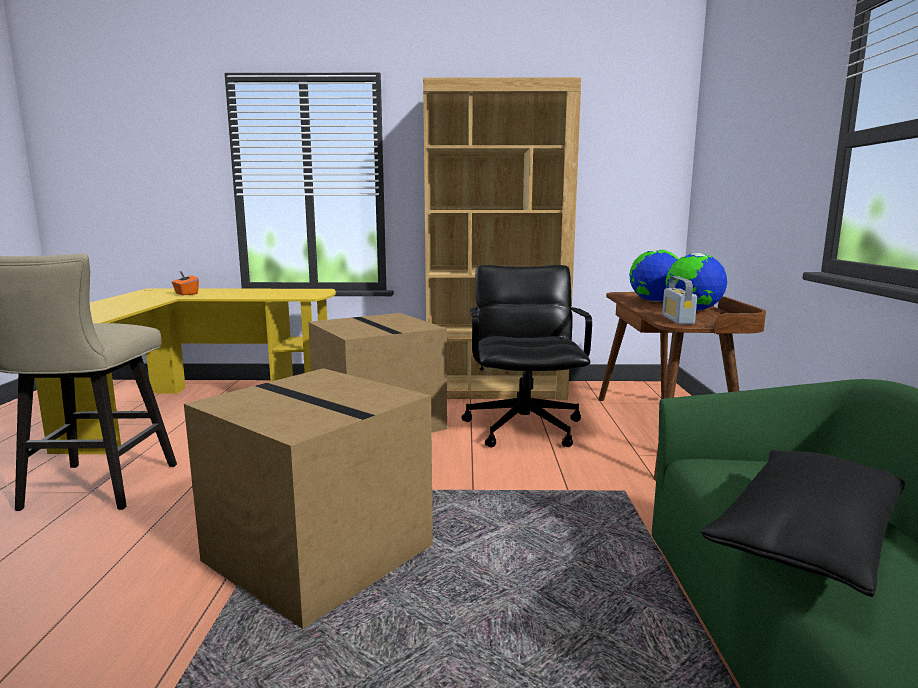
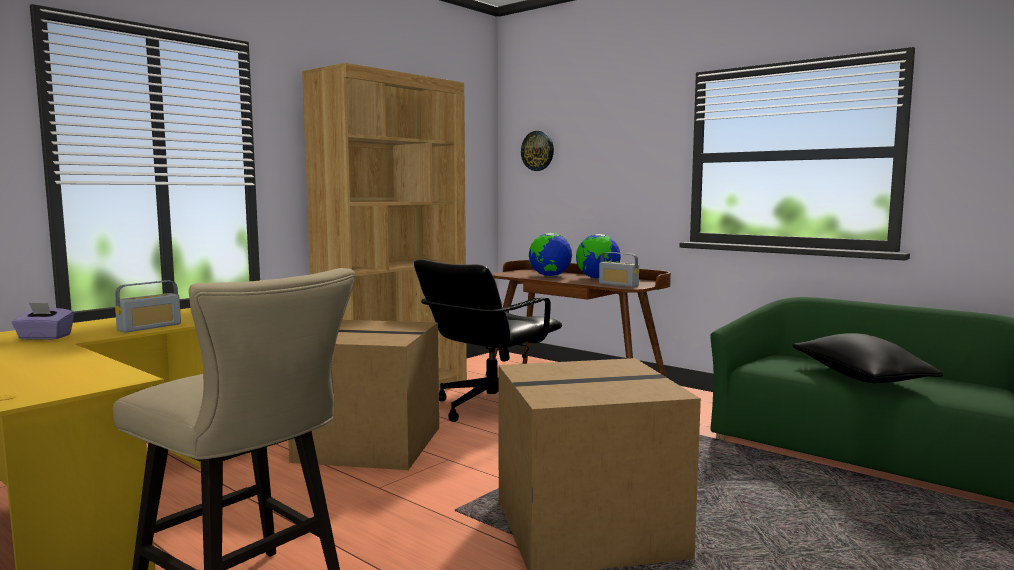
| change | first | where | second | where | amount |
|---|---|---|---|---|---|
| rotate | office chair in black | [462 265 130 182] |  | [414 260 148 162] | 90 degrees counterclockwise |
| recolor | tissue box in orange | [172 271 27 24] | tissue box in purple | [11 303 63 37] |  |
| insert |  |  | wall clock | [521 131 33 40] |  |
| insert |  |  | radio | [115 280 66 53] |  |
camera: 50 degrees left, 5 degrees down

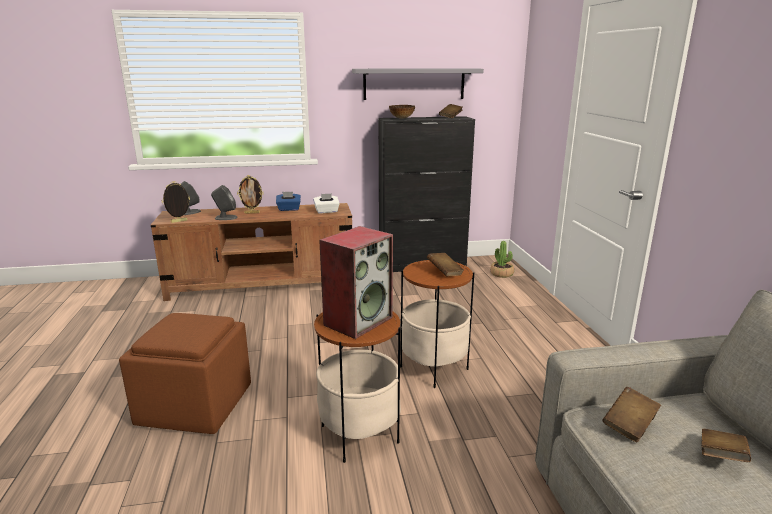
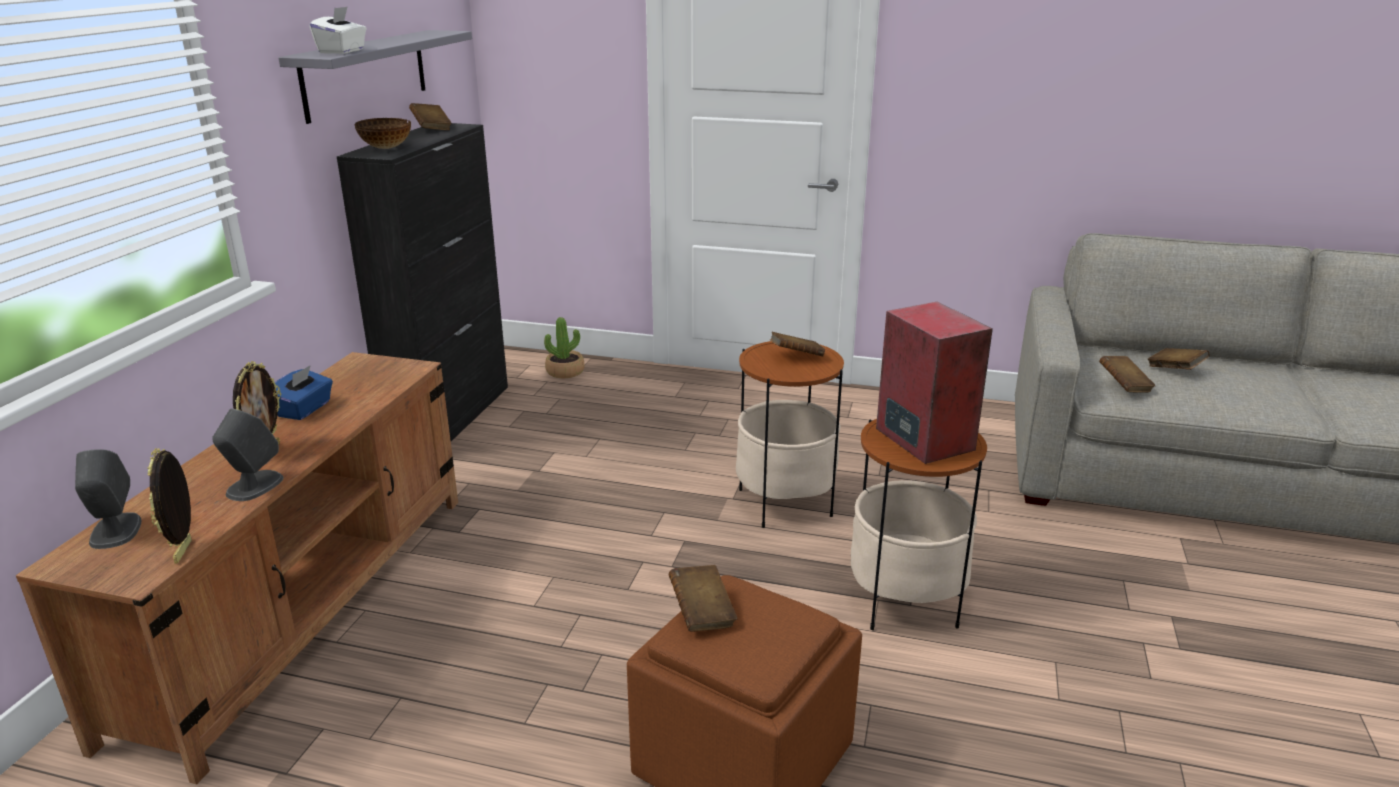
| change | first | where | second | where | amount |
|---|---|---|---|---|---|
| move | tissue box in white | [313 193 27 20] |  | [309 6 58 48] |  |
| insert |  |  | book in brown | [668 565 69 67] |  |
camera: 65 degrees left, 5 degrees up

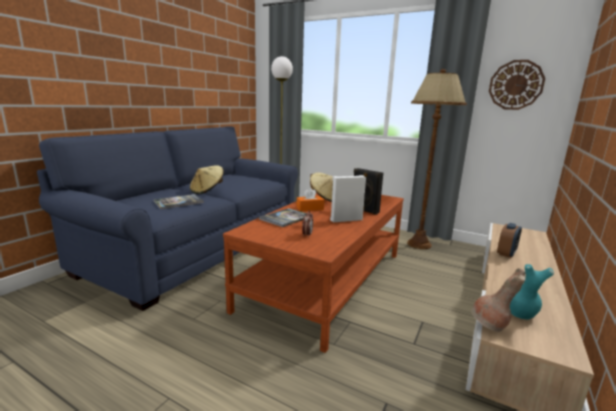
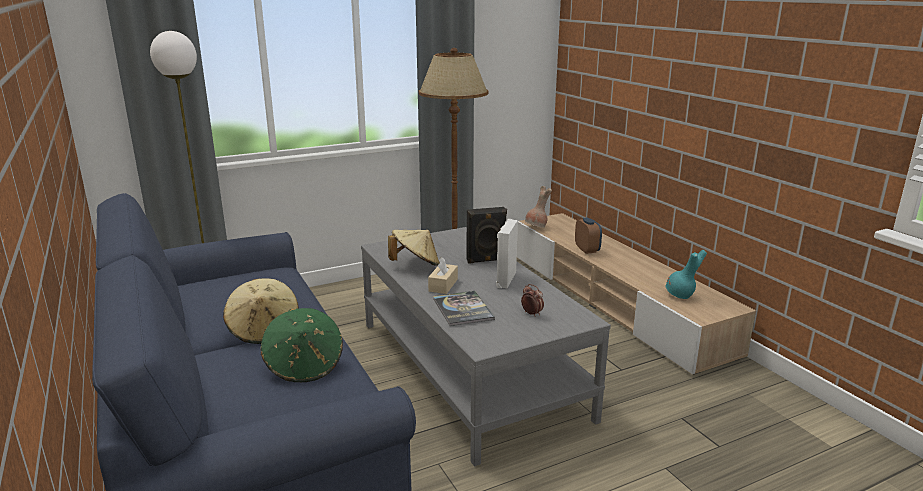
| change | first | where | second | where | amount |
|---|---|---|---|---|---|
| delete | wall clock | [489 60 56 50] |  |  |  |
| recolor | tissue box in orange | [296 188 28 23] | tissue box in beige | [428 257 30 37] |  |
| recolor | coffee table in brown | [223 193 181 160] | coffee table in grey | [361 227 250 240] |  |
| replace | book | [153 194 51 15] | hat in green | [260 308 83 74] |  |
| move | vase in brown | [471 268 55 64] |  | [525 186 27 42] |  |
camera: 55 degrees left, 5 degrees up

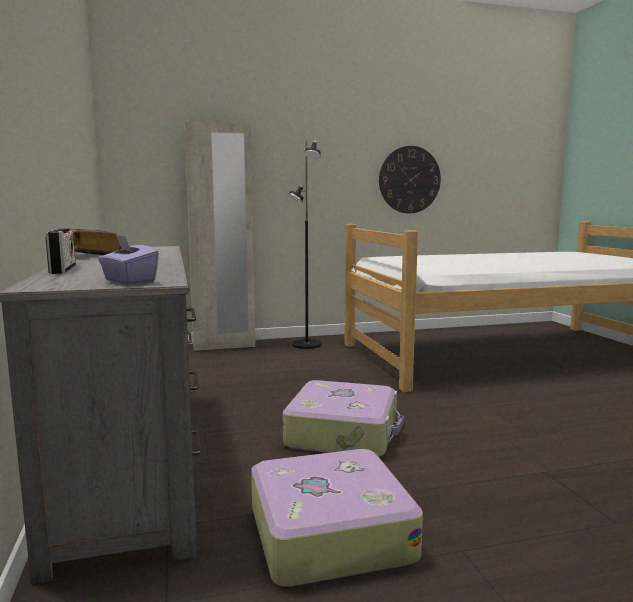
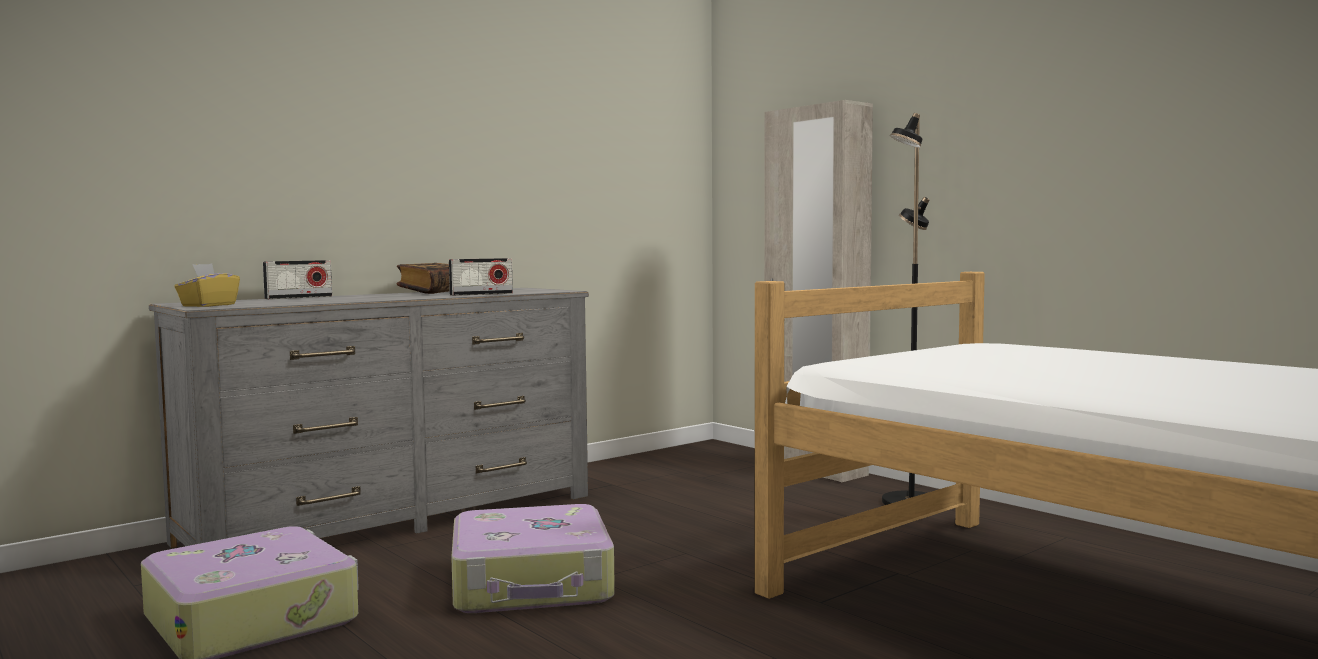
| change | first | where | second | where | amount |
|---|---|---|---|---|---|
| delete | wall clock | [379 146 62 67] |  |  |  |
| recolor | tissue box in purple | [98 234 61 51] | tissue box in yellow | [174 263 66 44] |  |
| insert |  |  | radio | [449 258 64 38] |  |
camera: 65 degrees right, 5 degrees down

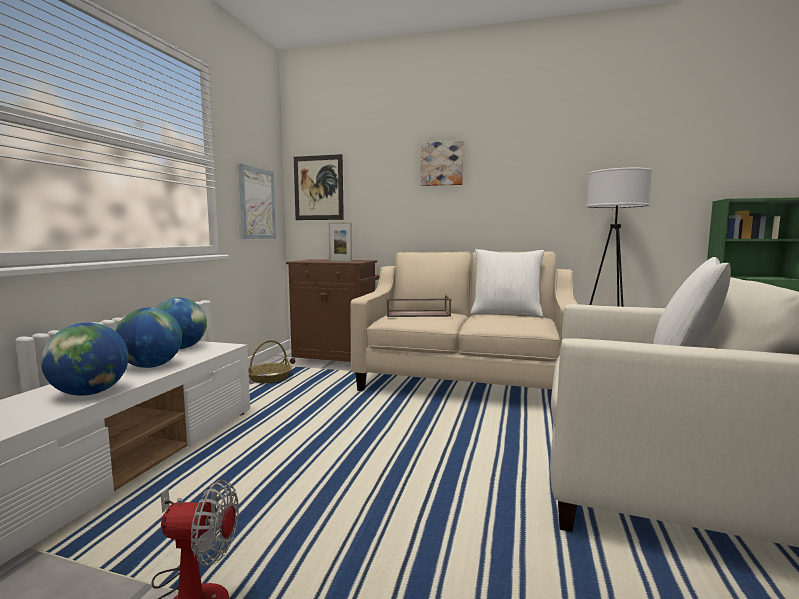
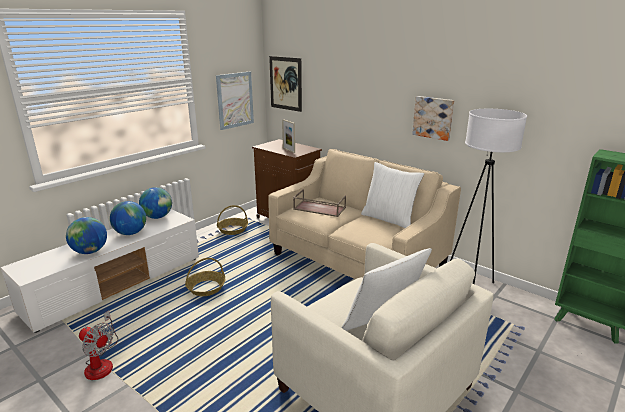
| change | first | where | second | where | amount |
|---|---|---|---|---|---|
| move | picture | [421 140 42 46] |  | [412 96 42 45] |  |
| insert |  |  | basket | [185 258 41 38] |  |
camera: 25 degrees right, 15 degrees up

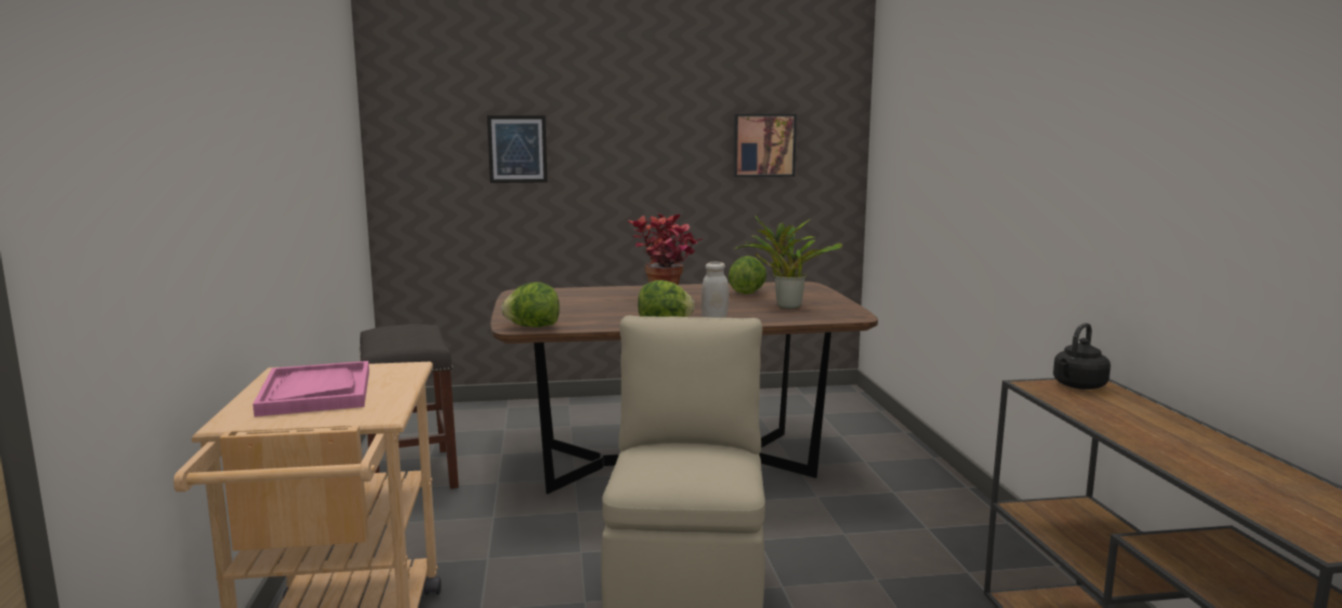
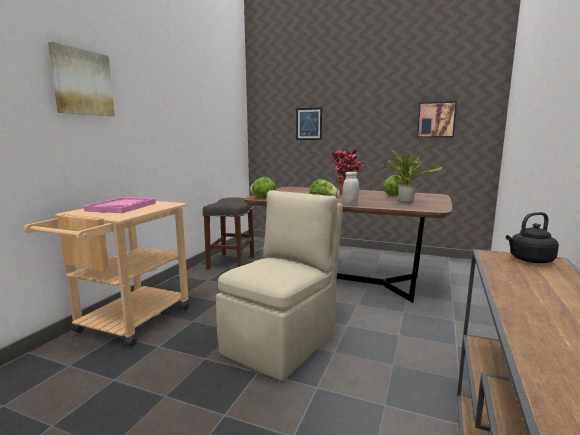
| change | first | where | second | where | amount |
|---|---|---|---|---|---|
| insert |  |  | picture | [48 42 67 74] |  |
camera: 30 degrees right, 0 degrees up

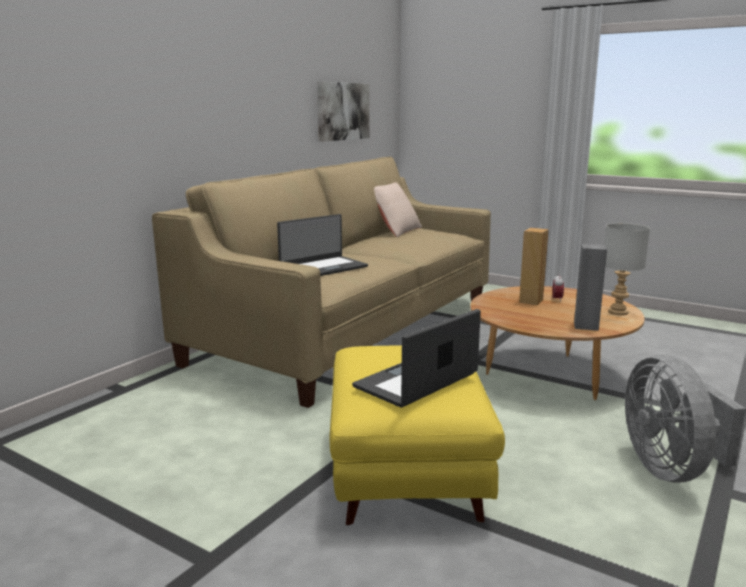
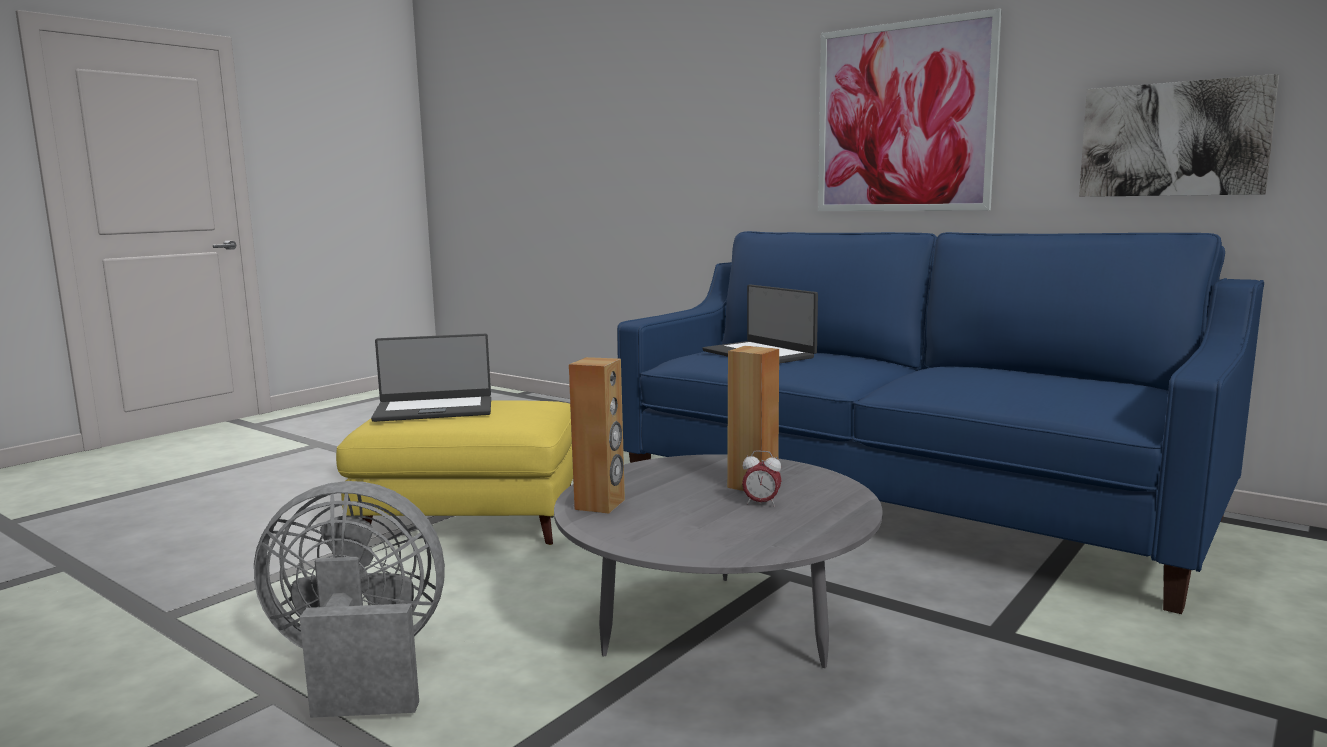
| change | first | where | second | where | amount |
|---|---|---|---|---|---|
| recolor | sofa in beige | [152 157 339 251] | sofa in blue | [617 231 647 383] |  |
| delete | pillow in beige | [374 182 48 55] |  |  |  |
| delete | table lamp in grey | [604 223 46 92] |  |  |  |
| recolor | speaker in grey | [574 244 33 87] | speaker in brown | [569 357 56 157] |  |
| recolor | coffee table in brown | [470 286 175 114] | coffee table in grey | [554 454 328 214] |  |
| rotate | laptop | [352 309 129 99] |  | [371 334 120 88] | 120 degrees clockwise |
| insert |  |  | picture | [818 8 184 203] |  |
camera: 95 degrees right, 5 degrees down

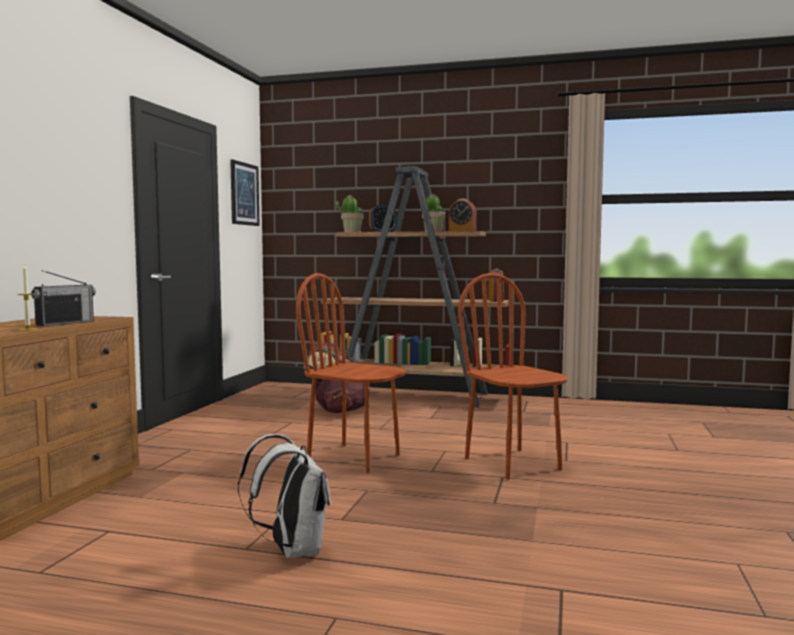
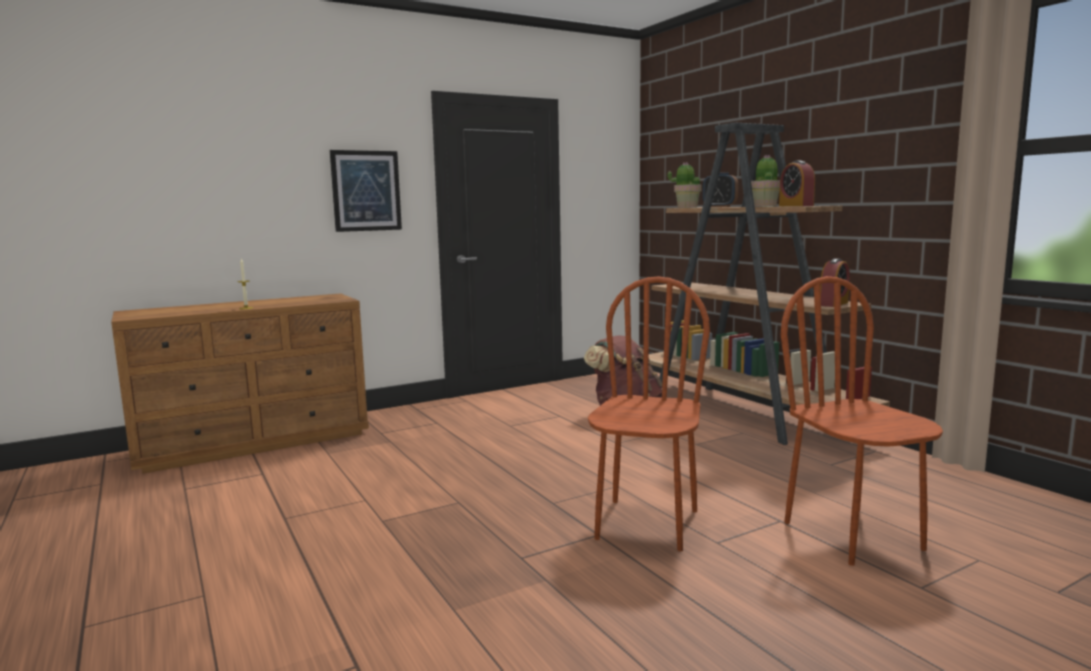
| change | first | where | second | where | amount |
|---|---|---|---|---|---|
| move | picture | [230 160 30 66] |  | [330 150 72 82] |  |
| delete | radio | [31 270 65 56] |  |  |  |
| move | chair in brown | [296 273 110 200] |  | [781 276 162 290] |  |
| delete | backpack in white | [238 434 93 124] |  |  |  |
camera: 45 degrees right, 5 degrees up

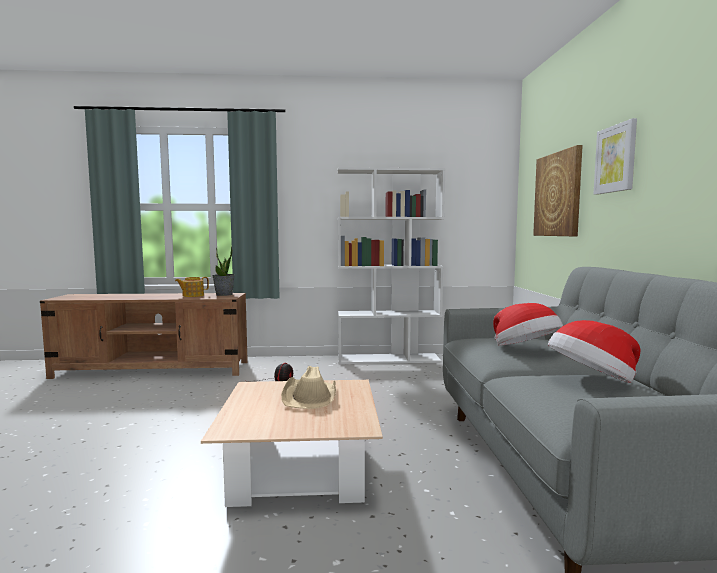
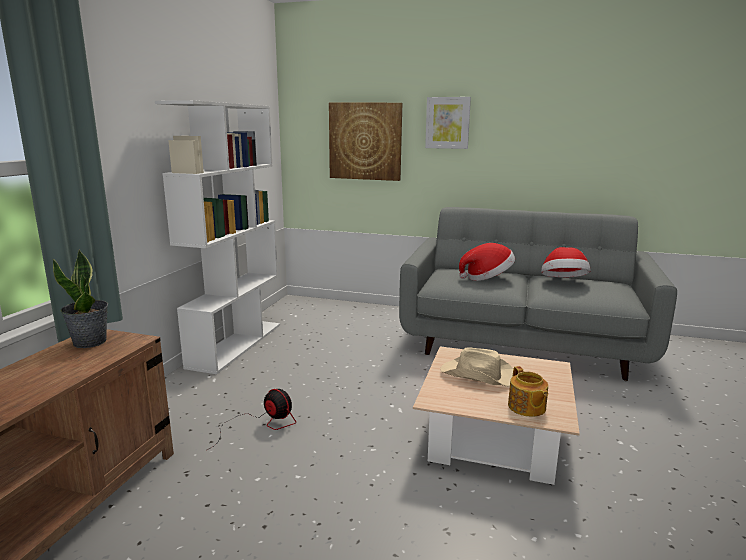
| change | first | where | second | where | amount |
|---|---|---|---|---|---|
| move | teapot | [175 277 34 20] |  | [508 366 40 51] |  |
camera: 70 degrees left, 10 degrees up

